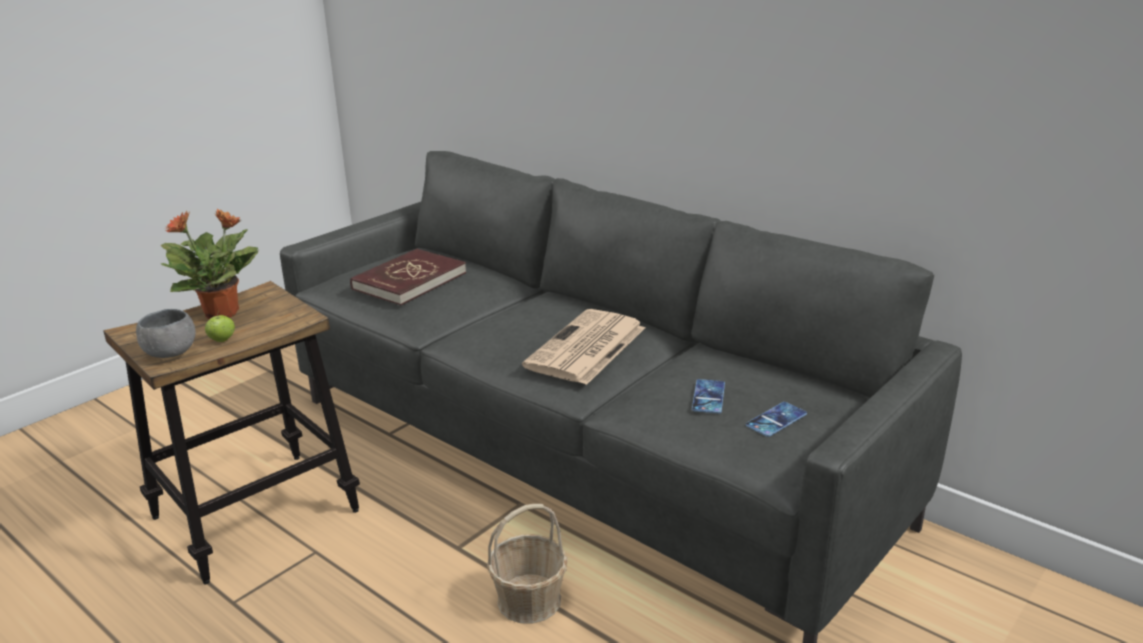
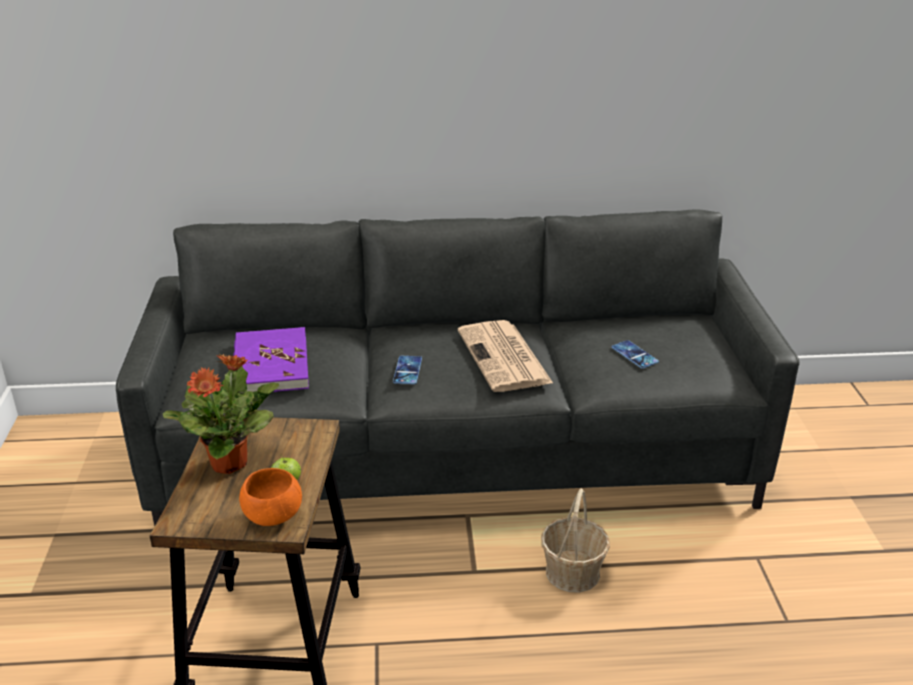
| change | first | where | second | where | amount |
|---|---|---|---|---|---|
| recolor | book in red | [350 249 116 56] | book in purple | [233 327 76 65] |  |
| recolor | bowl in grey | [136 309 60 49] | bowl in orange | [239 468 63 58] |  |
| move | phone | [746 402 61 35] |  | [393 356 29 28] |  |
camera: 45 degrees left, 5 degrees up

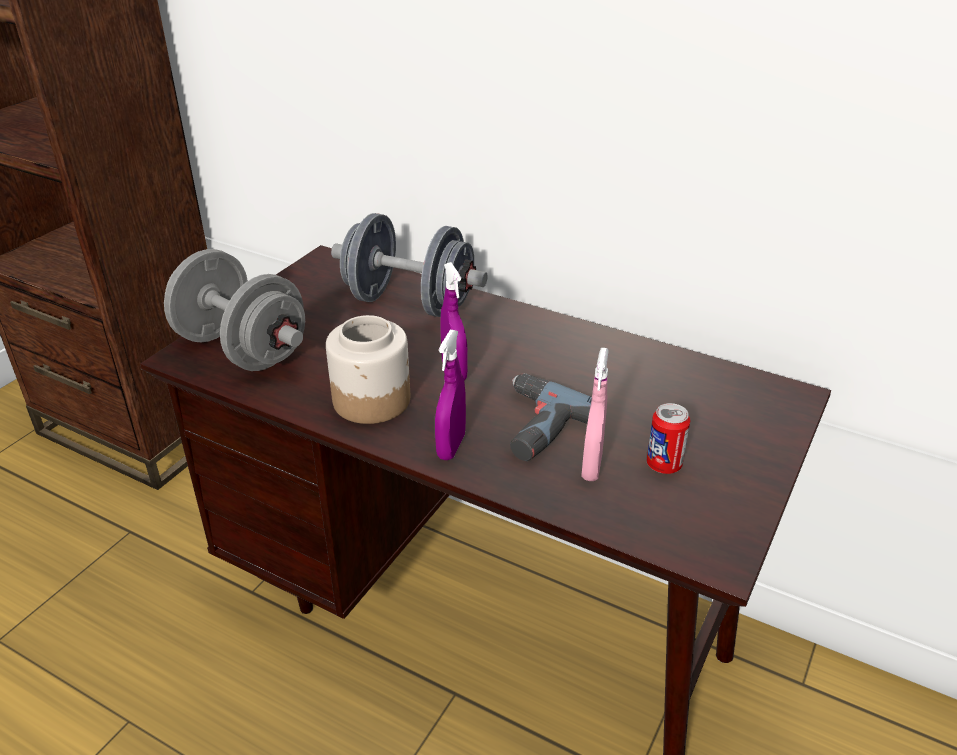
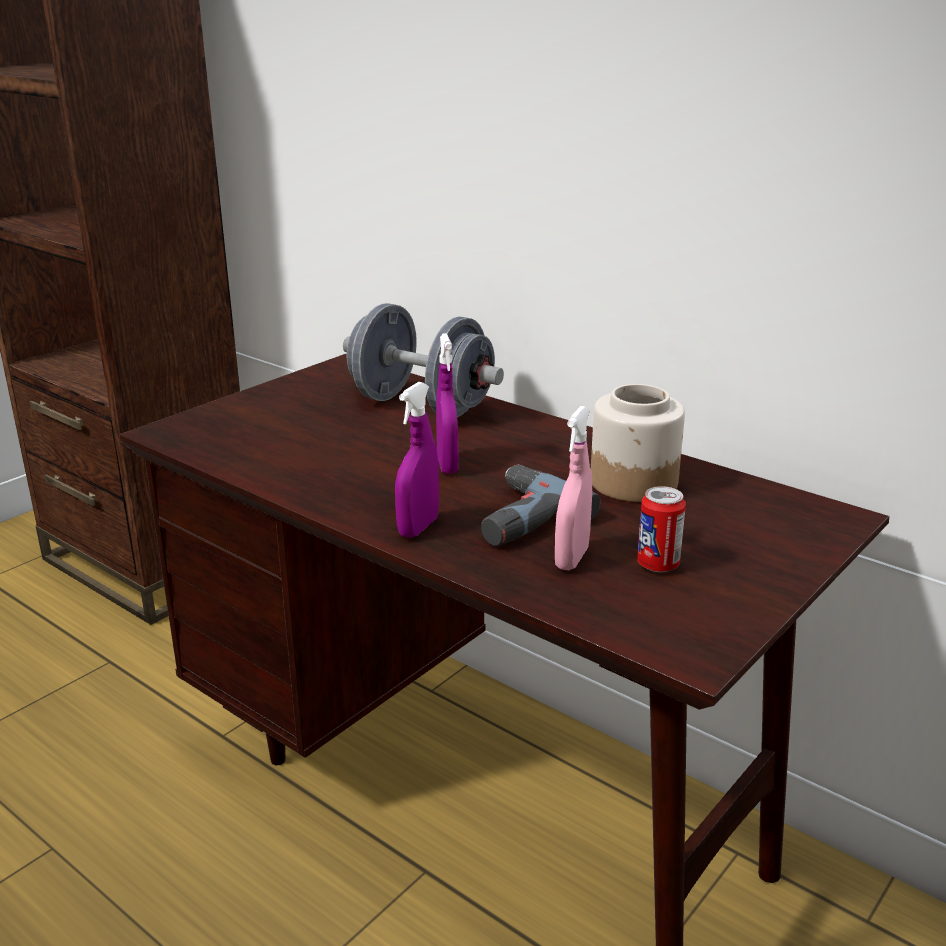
| change | first | where | second | where | amount |
|---|---|---|---|---|---|
| delete | dumbbell in grey | [164 249 141 122] |  |  |  |
| move | jar | [326 315 84 109] |  | [591 384 94 118] |  |
camera: 10 degrees right, 10 degrees down

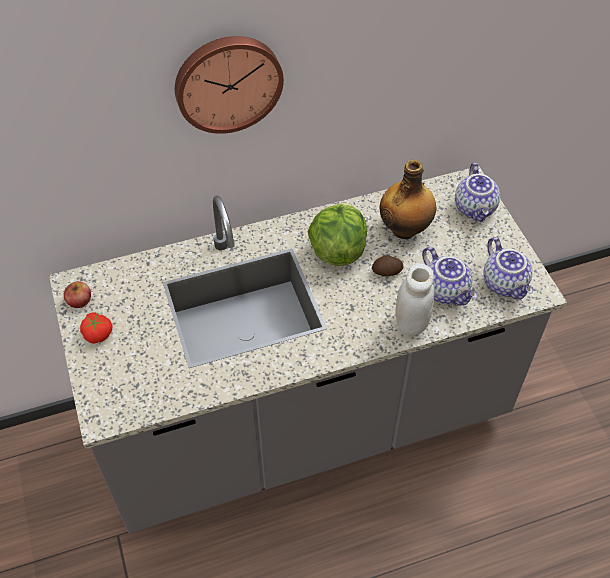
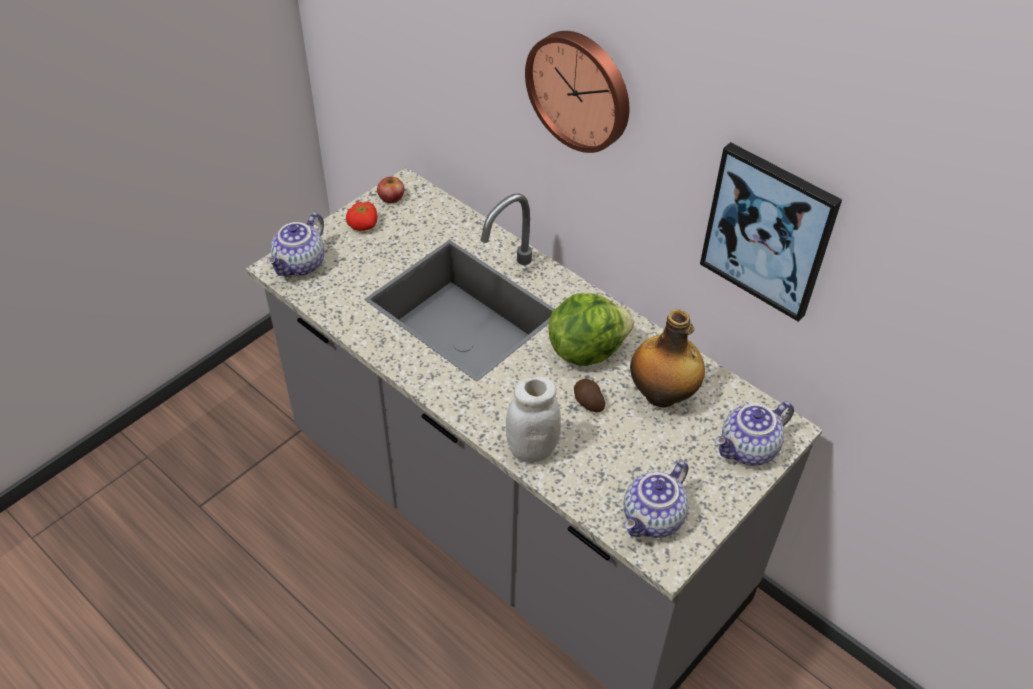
| change | first | where | second | where | amount |
|---|---|---|---|---|---|
| move | teapot | [422 247 56 59] |  | [267 213 57 63] |  |
| insert |  |  | picture | [700 142 142 180] |  |
camera: 60 degrees right, 5 degrees down

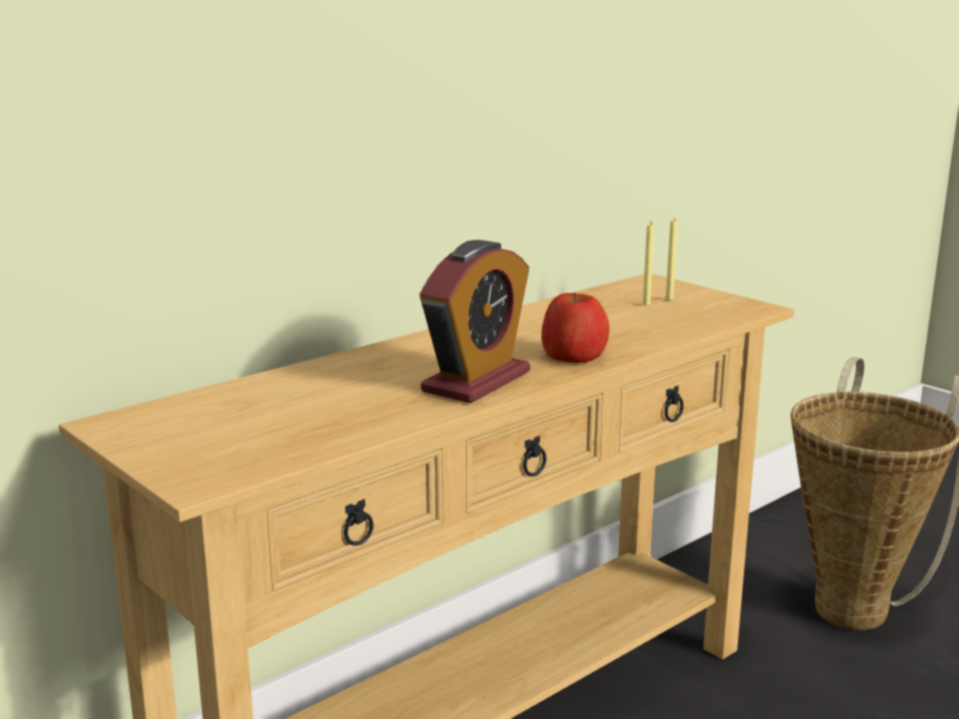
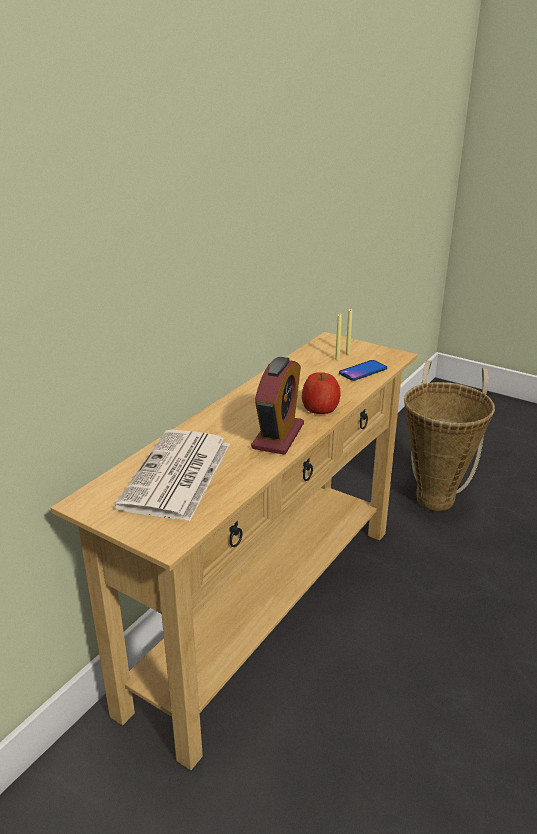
| change | first | where | second | where | amount |
|---|---|---|---|---|---|
| insert |  |  | phone | [339 360 48 21] |  |
| insert |  |  | newspaper | [115 430 115 91] |  |
camera: 15 degrees left, 10 degrees up

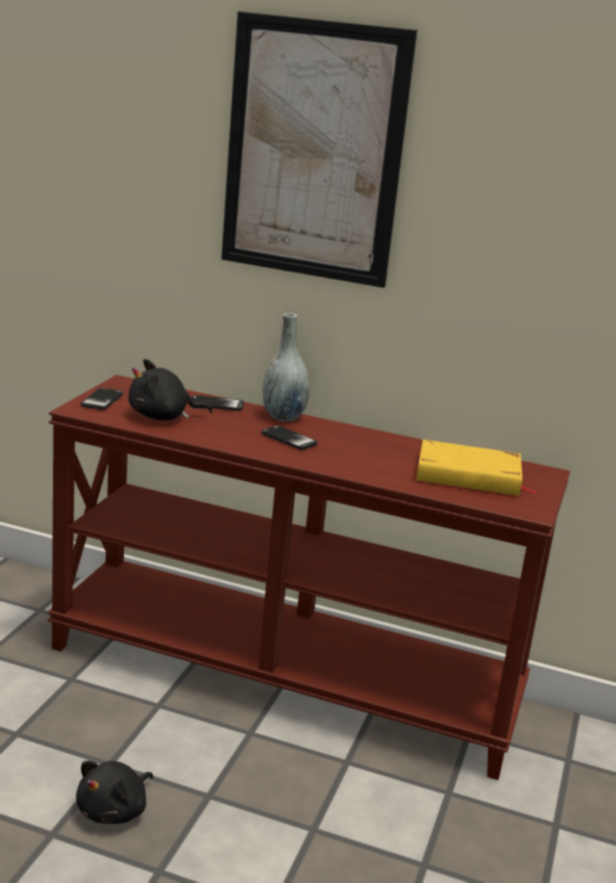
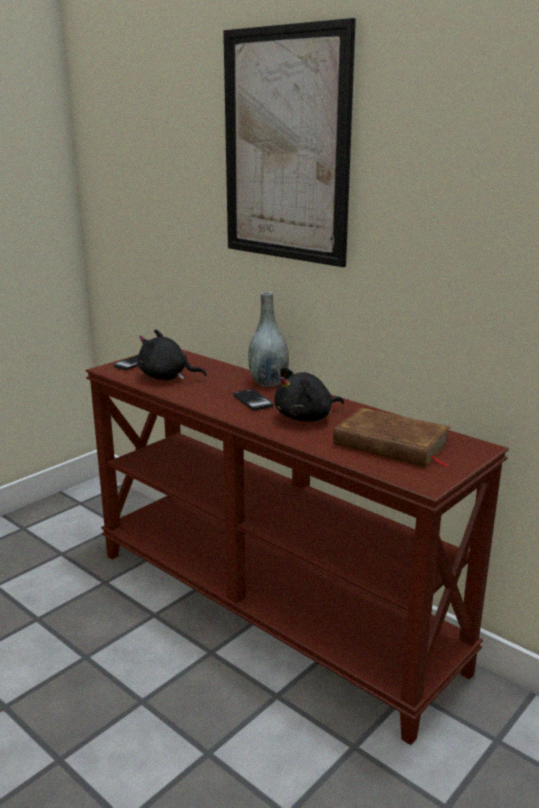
| change | first | where | second | where | amount |
|---|---|---|---|---|---|
| delete | phone | [192 395 52 16] |  |  |  |
| recolor | book in yellow | [416 439 121 57] | book in brown | [333 408 118 59] |  |
| move | plush toy in black | [76 761 77 63] |  | [274 367 70 55] |  |
camera: 25 degrees right, 0 degrees up

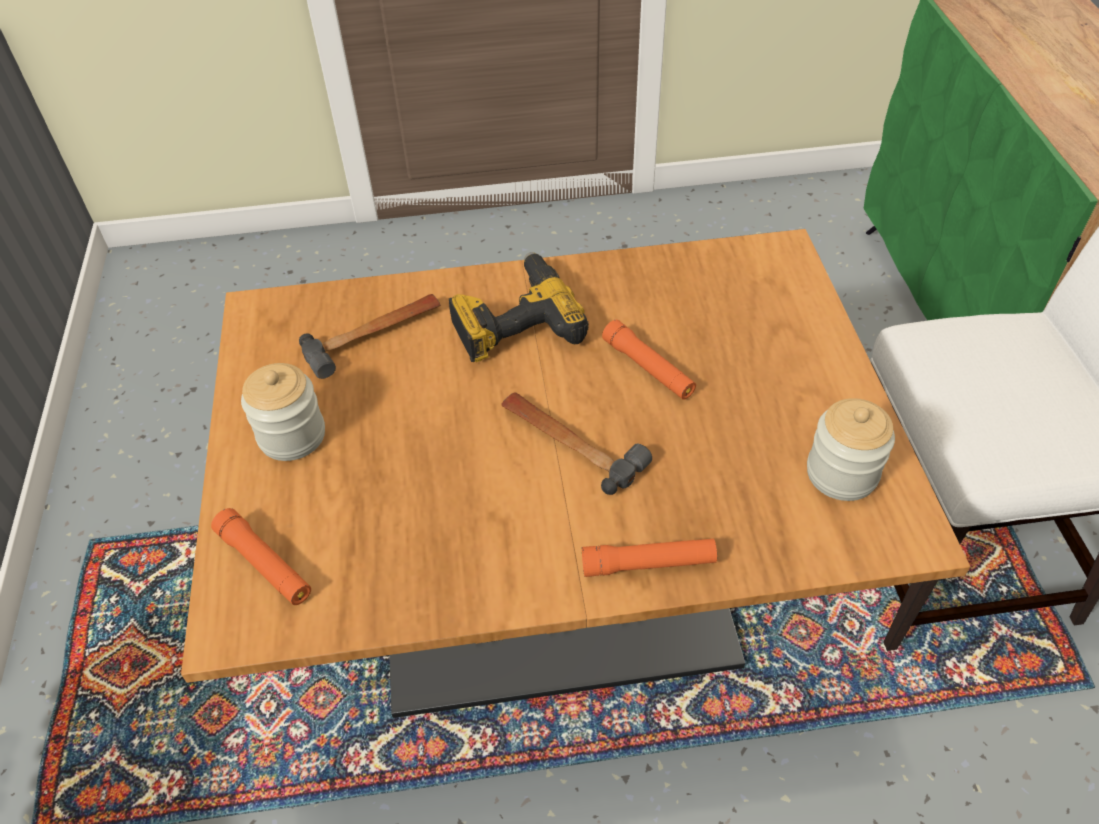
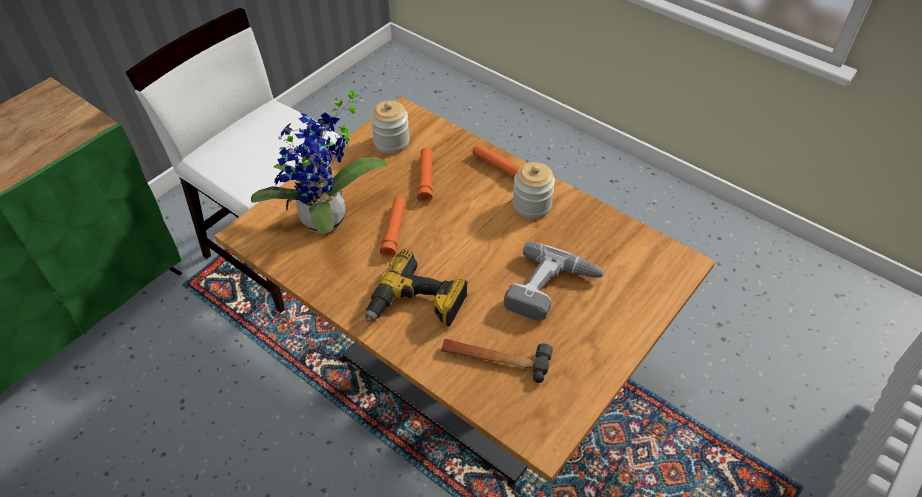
| change | first | where | second | where | amount |
|---|---|---|---|---|---|
| move | jar | [241 363 84 98] |  | [513 162 42 57] |  |
| delete | hammer | [501 392 151 103] |  |  |  |
| move | flashlight in orange | [211 508 100 97] |  | [417 148 16 55] |  |
| insert |  |  | potted plant | [251 88 137 146] |  |
| insert |  |  | power drill | [504 242 101 79] |  |
camera: 135 degrees left, 0 degrees up

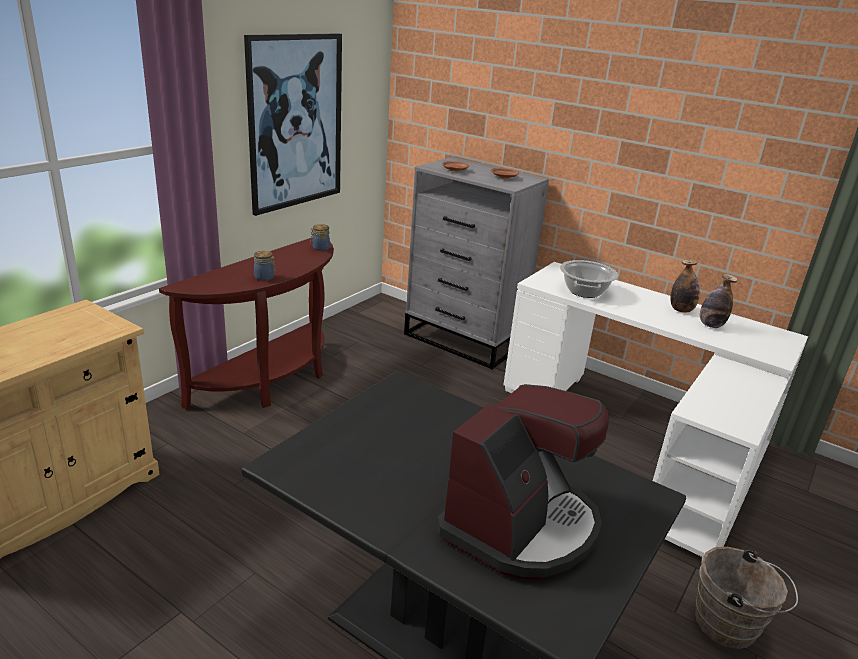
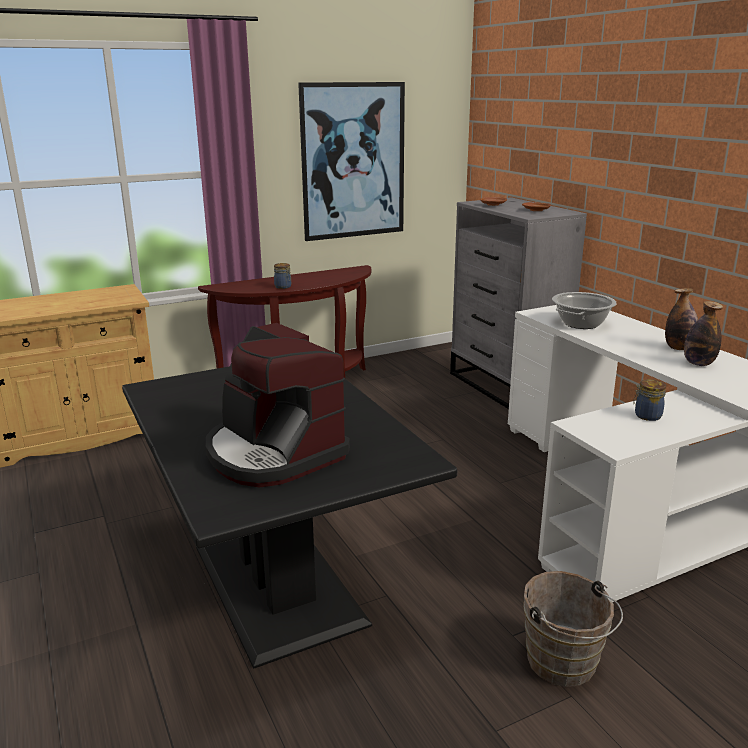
| change | first | where | second | where | amount |
|---|---|---|---|---|---|
| move | jar | [310 224 20 27] |  | [633 379 33 42] |  |
| rotate | coffee machine | [437 384 172 196] |  | [206 323 144 164] | 75 degrees clockwise |
camera: 30 degrees right, 5 degrees down

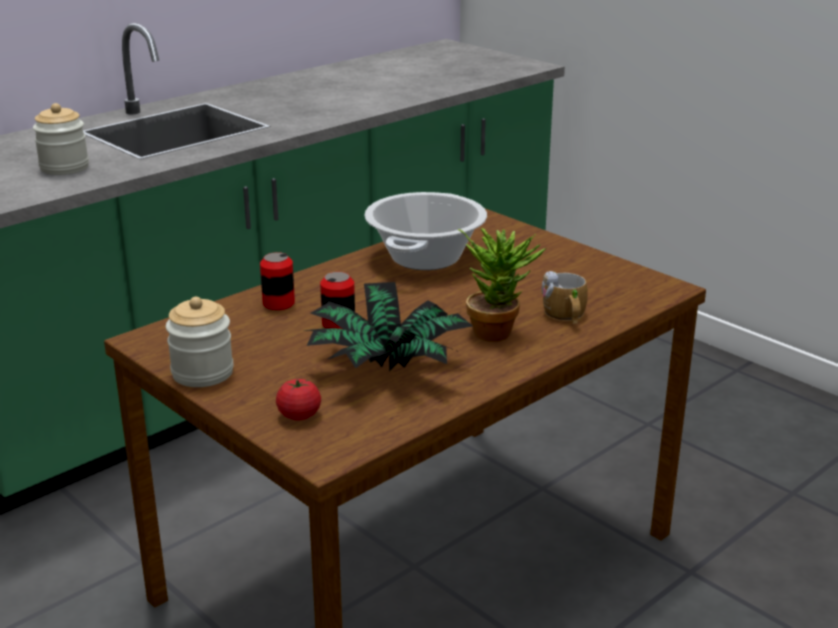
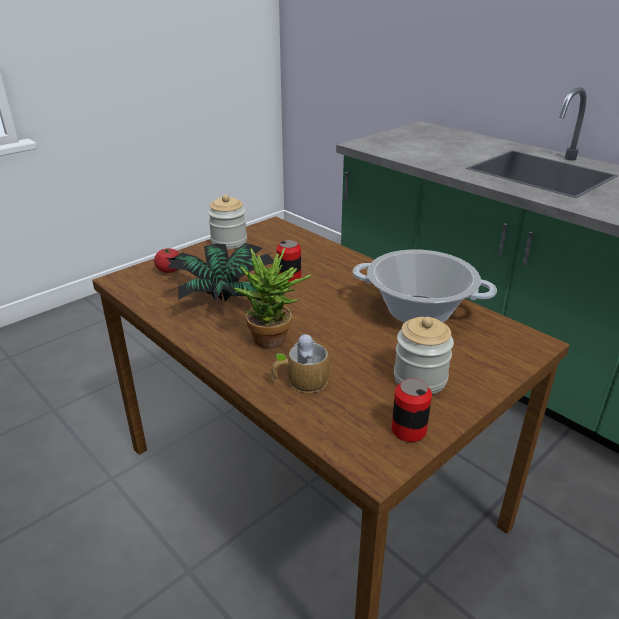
| change | first | where | second | where | amount |
|---|---|---|---|---|---|
| move | jar | [33 103 56 72] |  | [394 317 60 77] |  |
| move | can | [260 252 35 58] |  | [391 379 41 63] |  |
camera: 90 degrees right, 5 degrees up

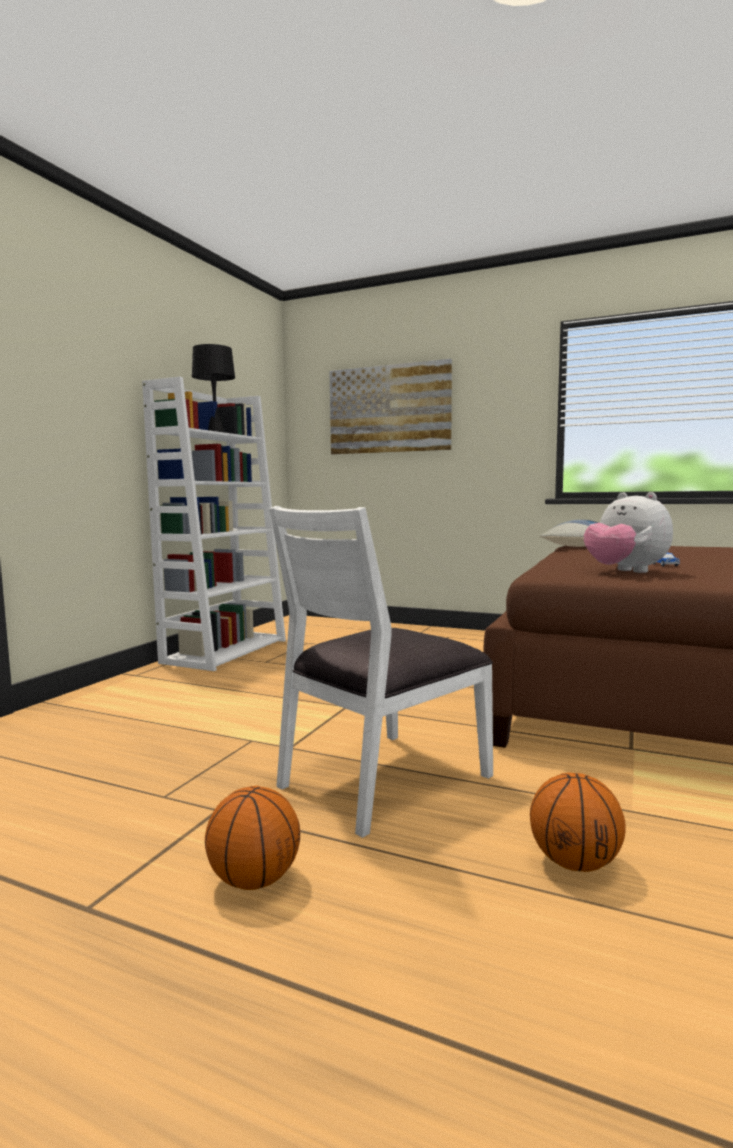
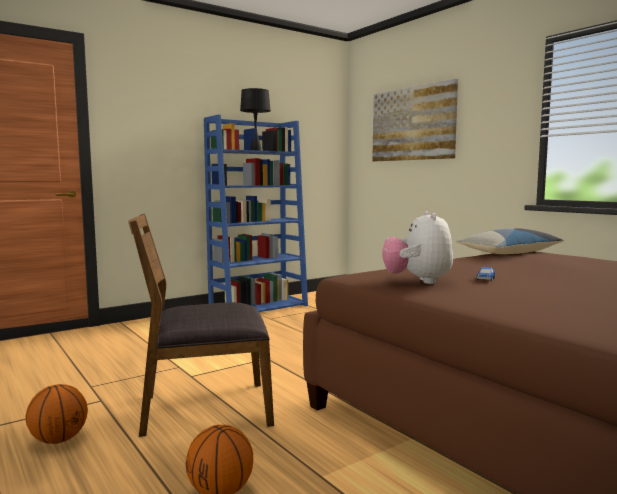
| change | first | where | second | where | amount |
|---|---|---|---|---|---|
| recolor | bookcase in white | [142 377 144 294] | bookcase in blue | [204 115 104 197] |  |
| recolor | chair in white | [269 506 224 332] | chair in brown | [128 214 146 223] |  |
camera: 30 degrees right, 0 degrees up

